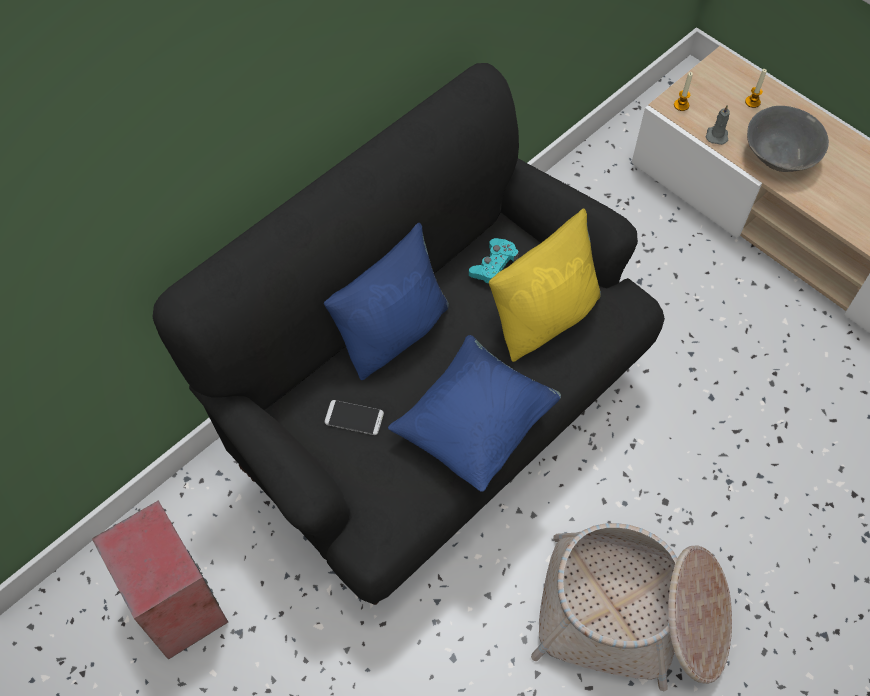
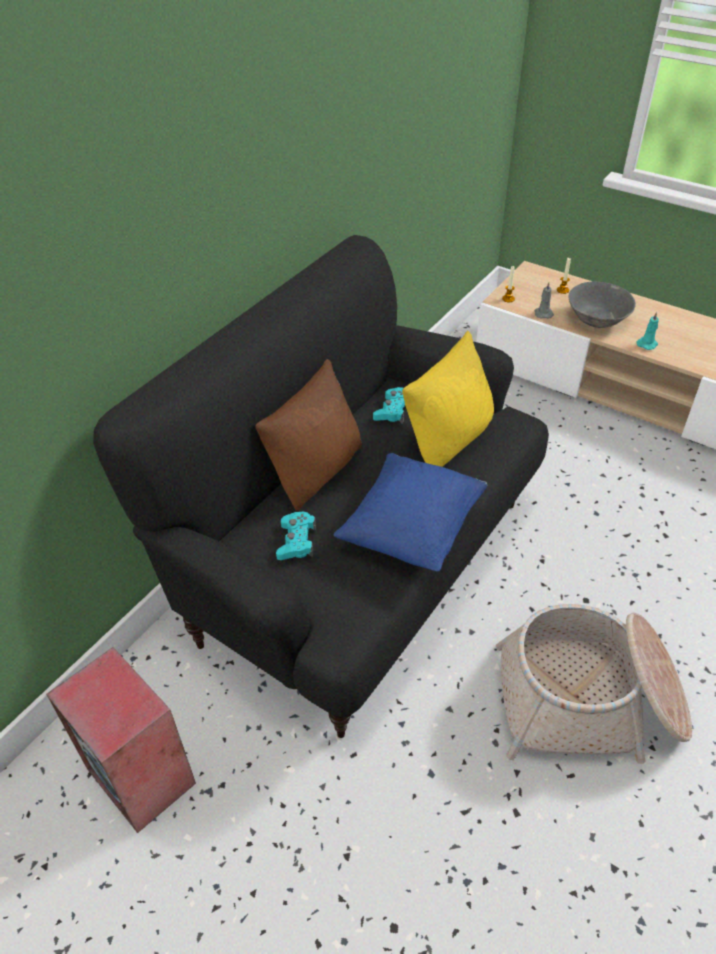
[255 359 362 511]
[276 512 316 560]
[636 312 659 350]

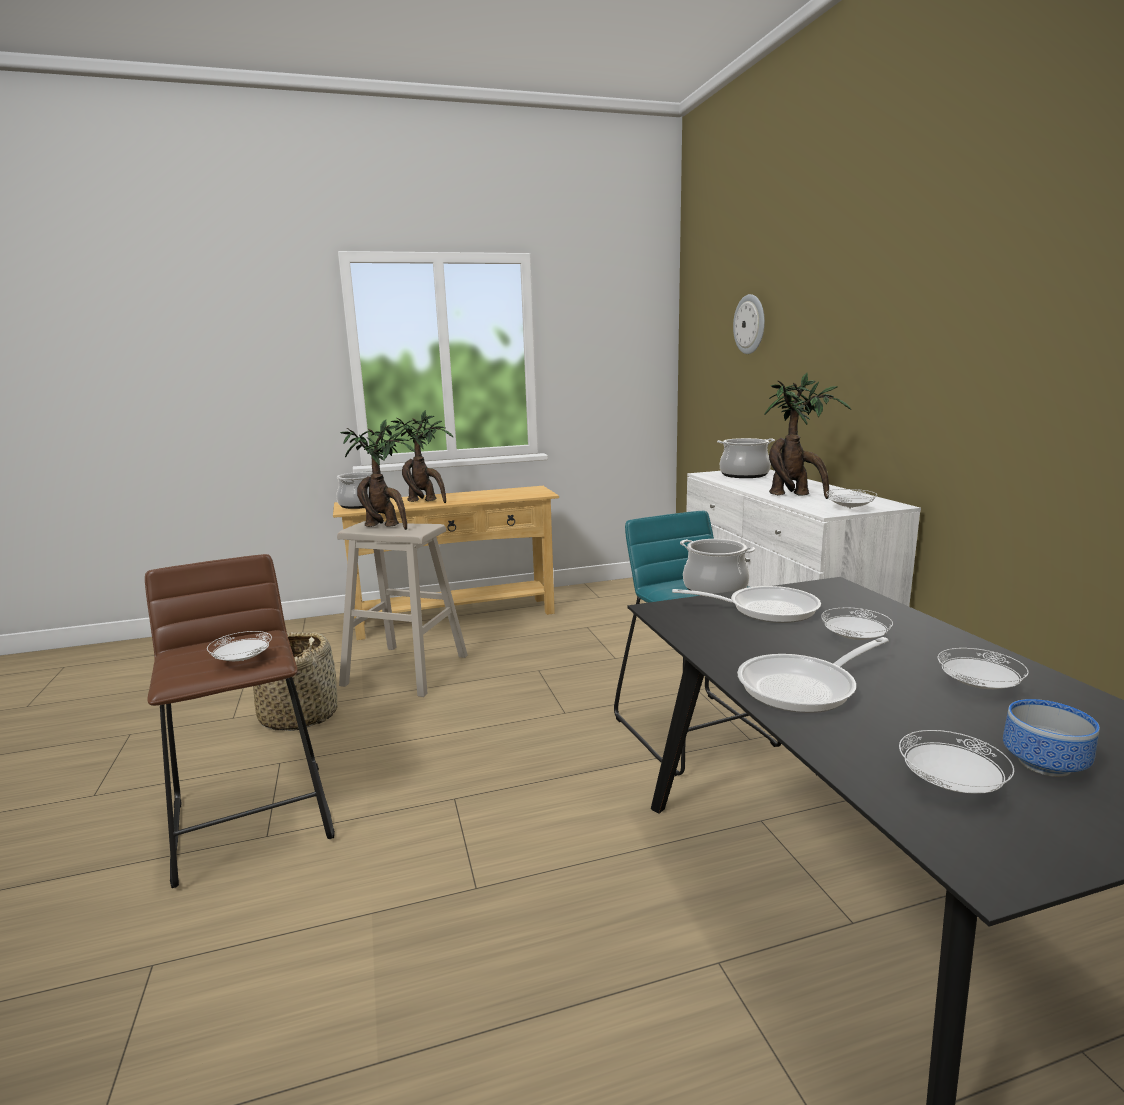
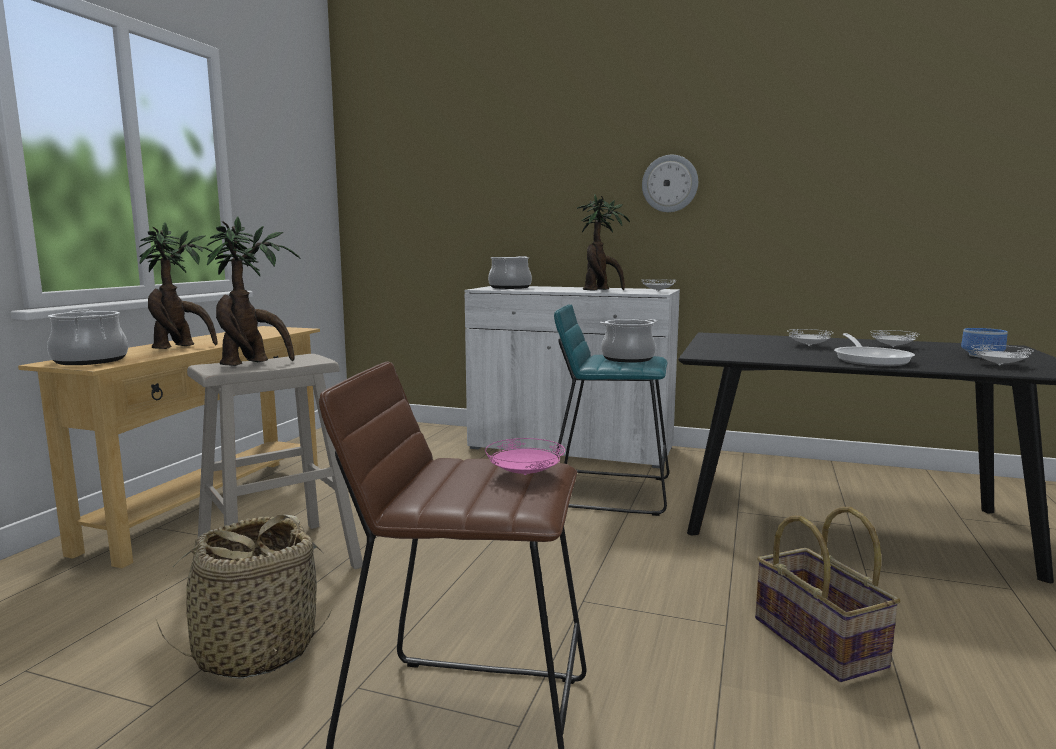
[485 438 565 475]
[672 586 821 623] (first image)
[642 155 698 212]
[755 507 901 682]

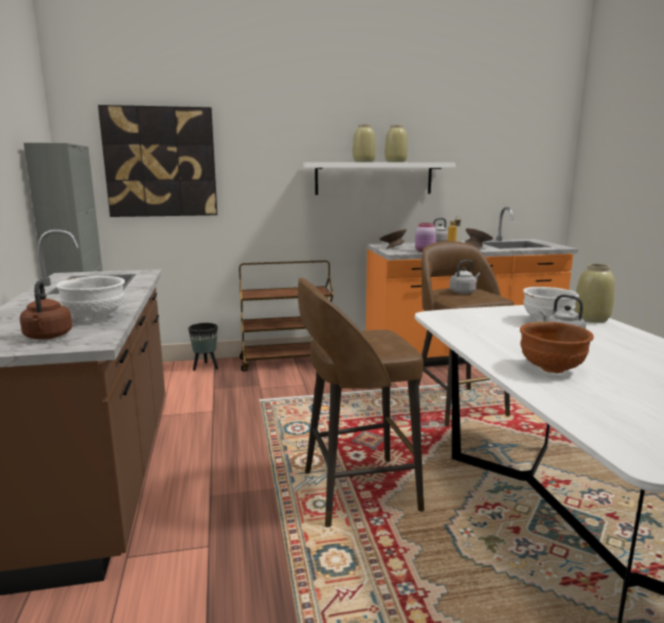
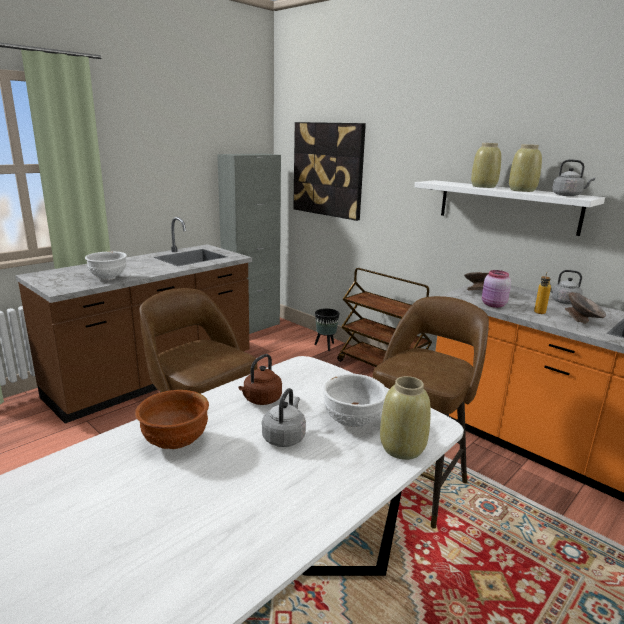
[238 354 282 405]
[552 159 595 196]

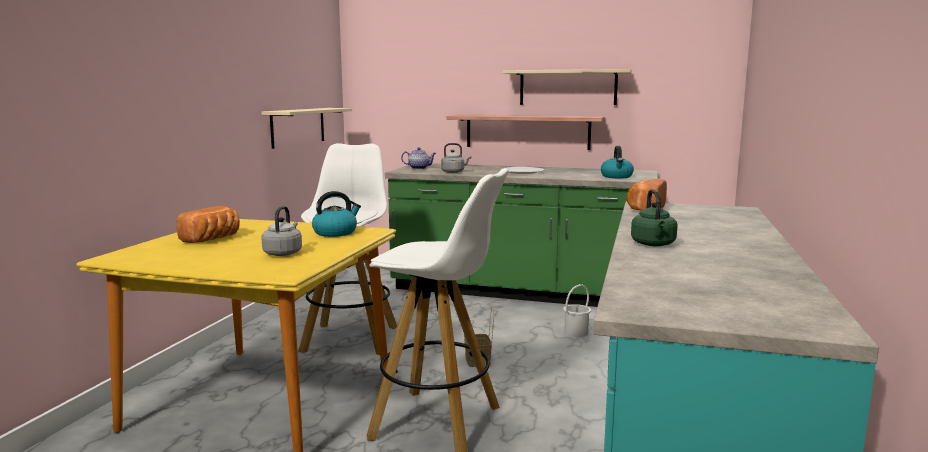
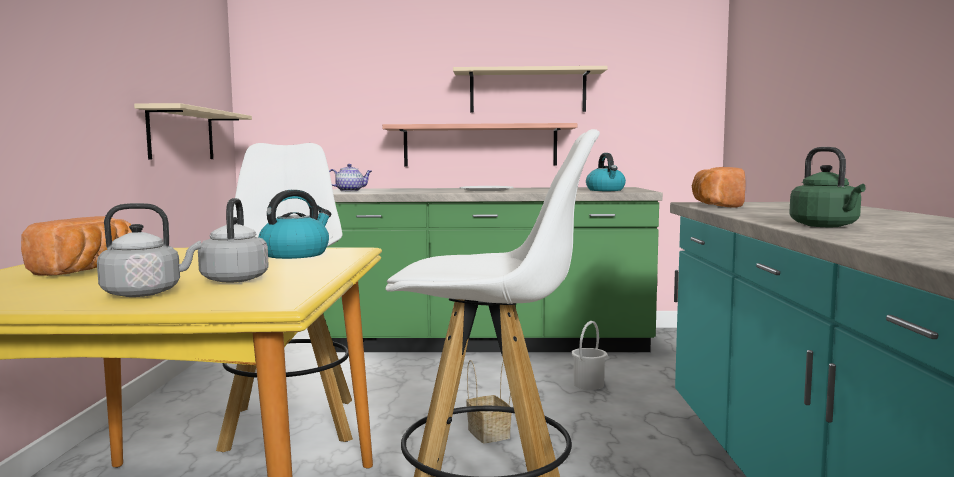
[97 203 201 297]

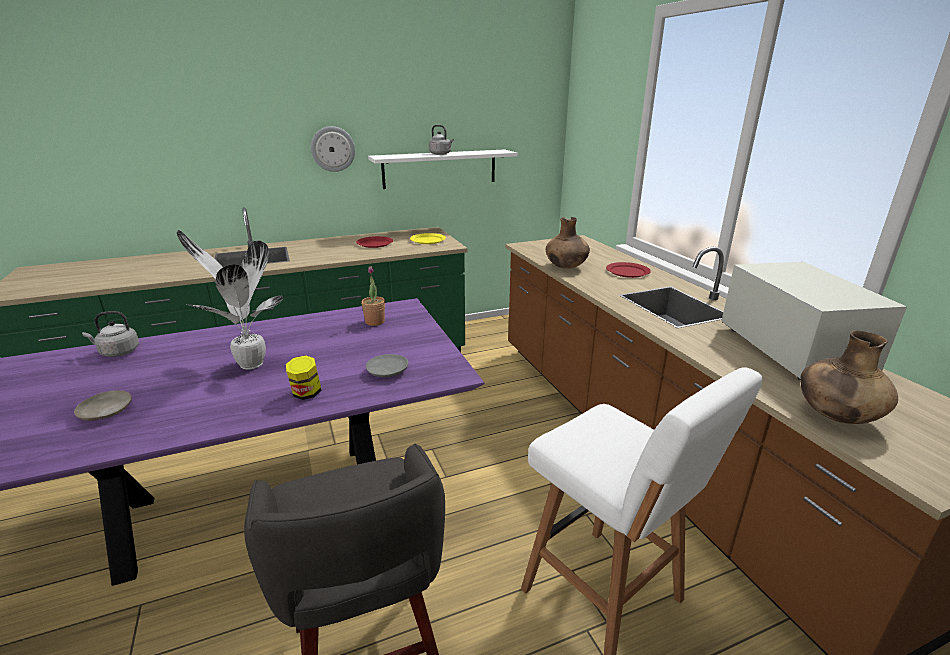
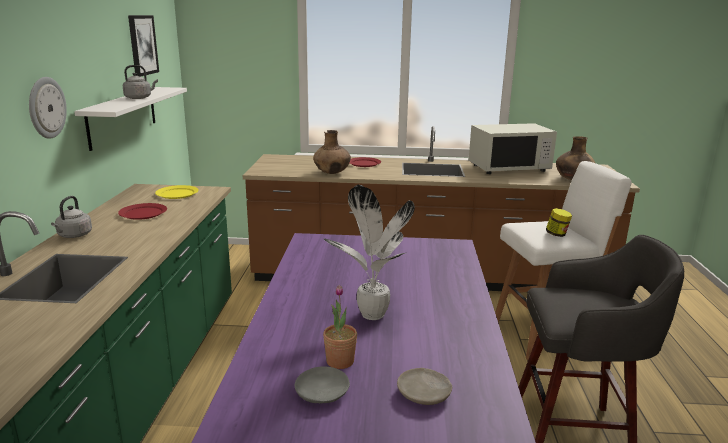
[51 196 92 238]
[546 208 572 237]
[323 285 357 369]
[295 367 350 403]
[469 123 557 174]
[128 15 159 77]

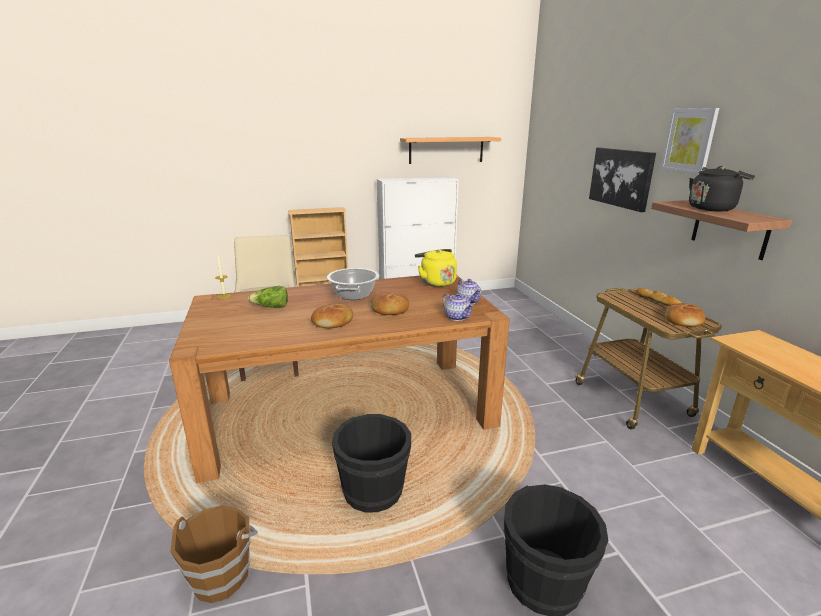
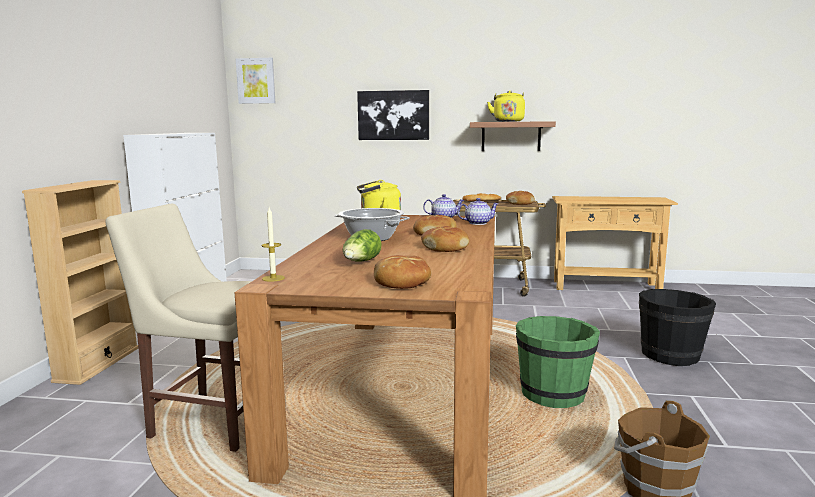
[516 316 600 408]
[400 137 501 164] (first image)
[236 58 275 104]
[487 91 525 122]
[374 255 431 289]

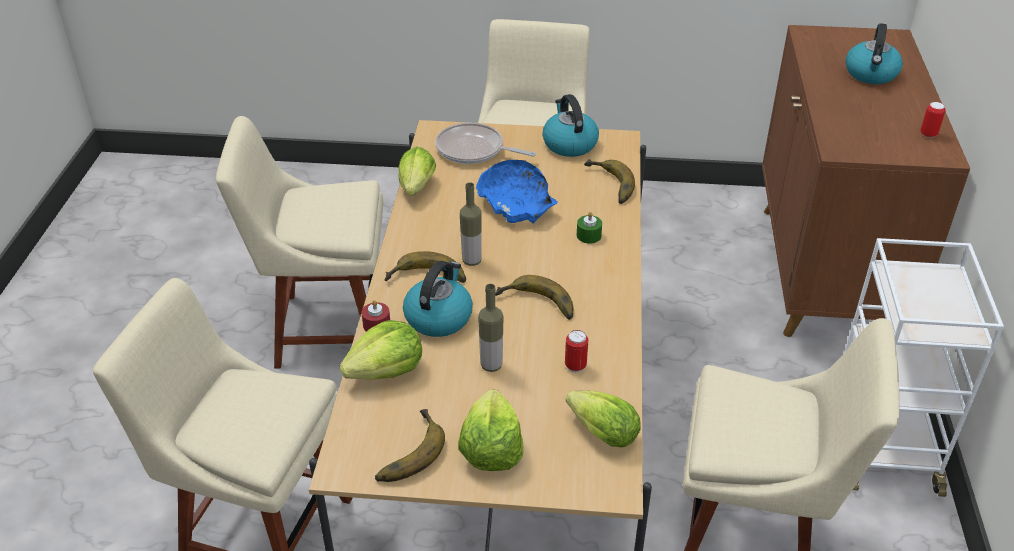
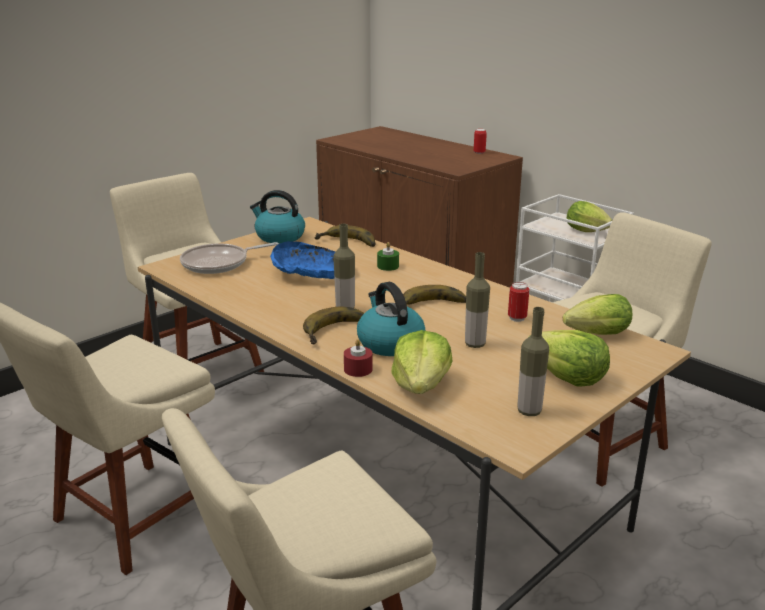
[517 307 549 416]
[567 201 612 232]
[846 23 903 84] (first image)

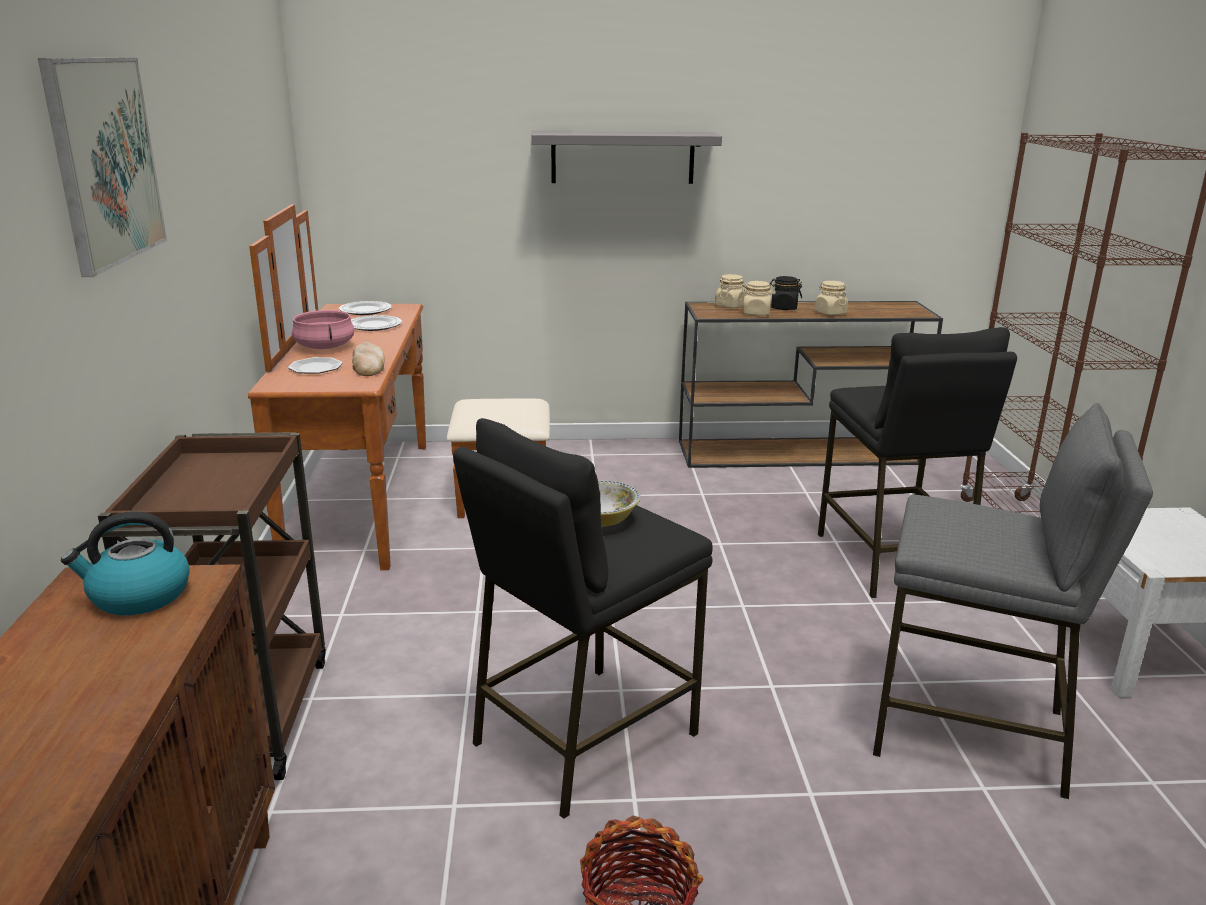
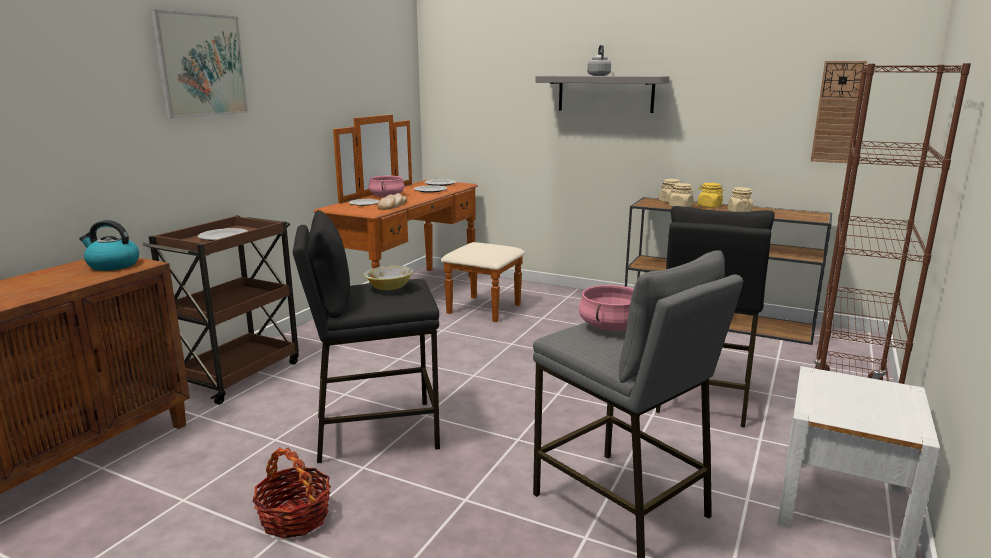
[698 183 723 208]
[198 228 248 241]
[579 285 634 331]
[587 45 611 76]
[811 61 867 163]

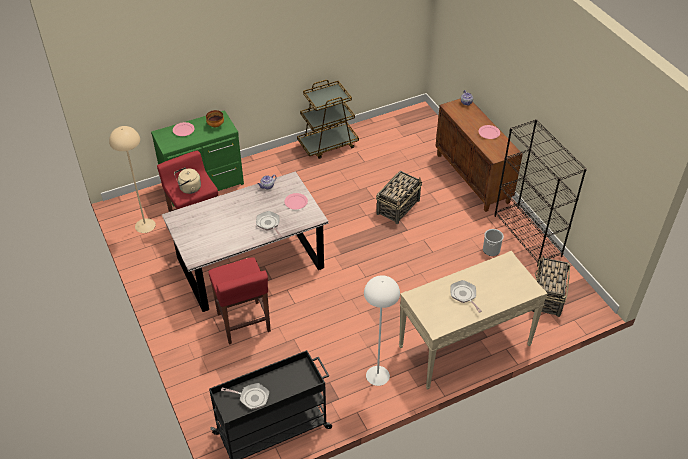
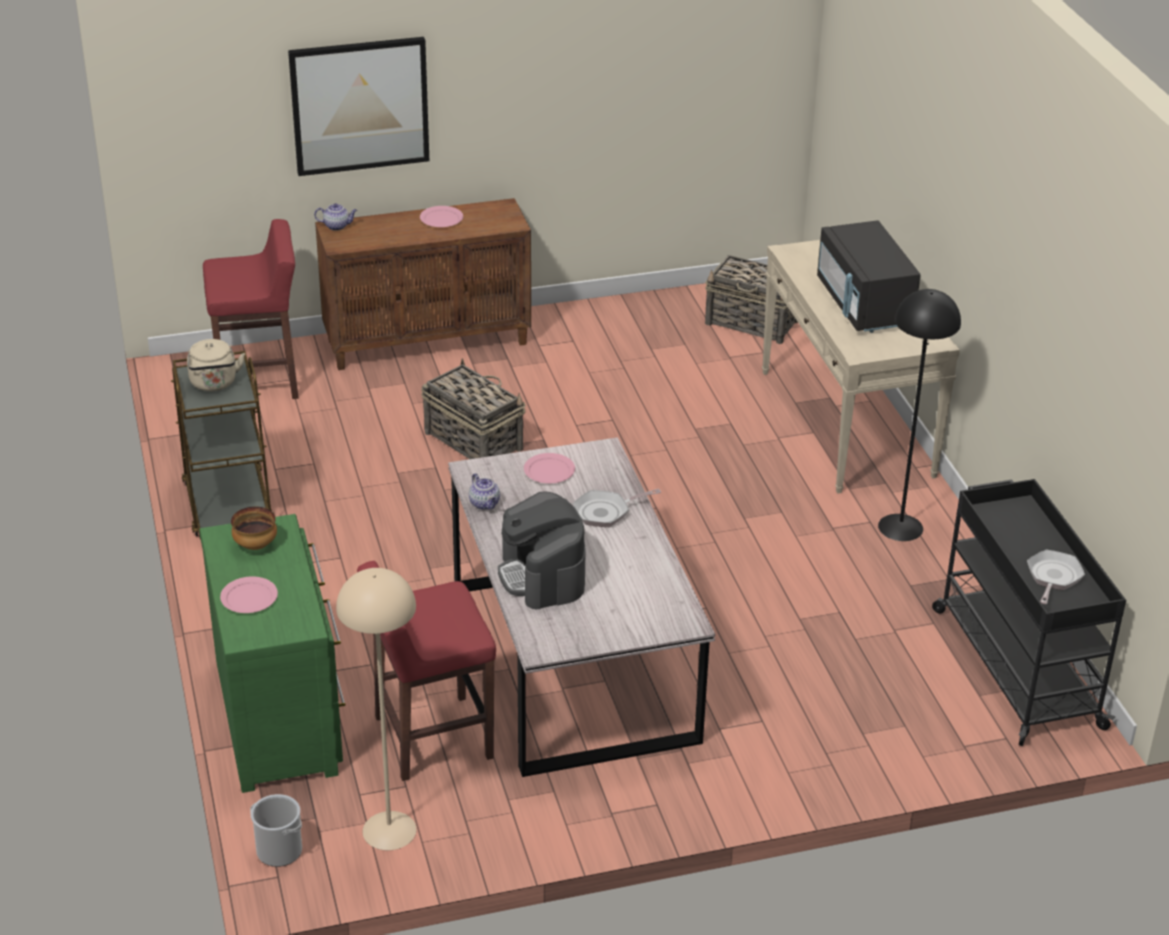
[187 339 245 391]
[203 219 299 399]
[878 289 961 541]
[817 220 920 333]
[250 794 302 867]
[494 119 587 267] (first image)
[288 37 429 176]
[498 491 586 609]

